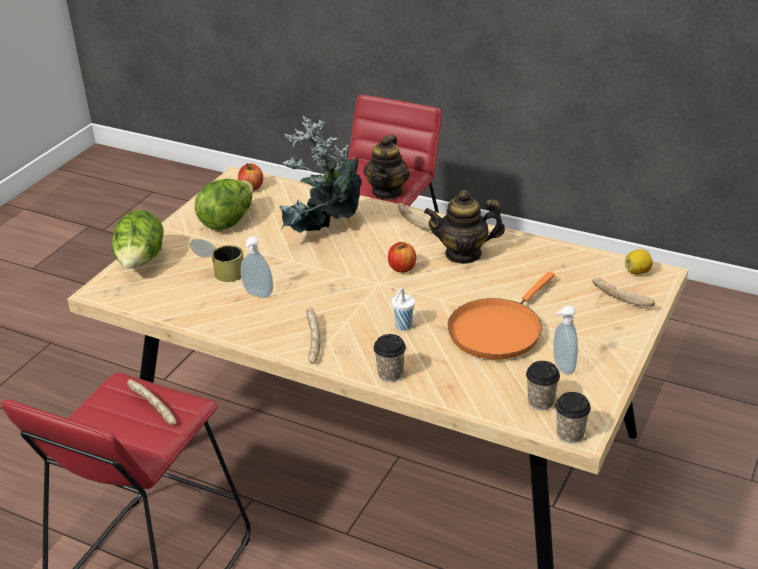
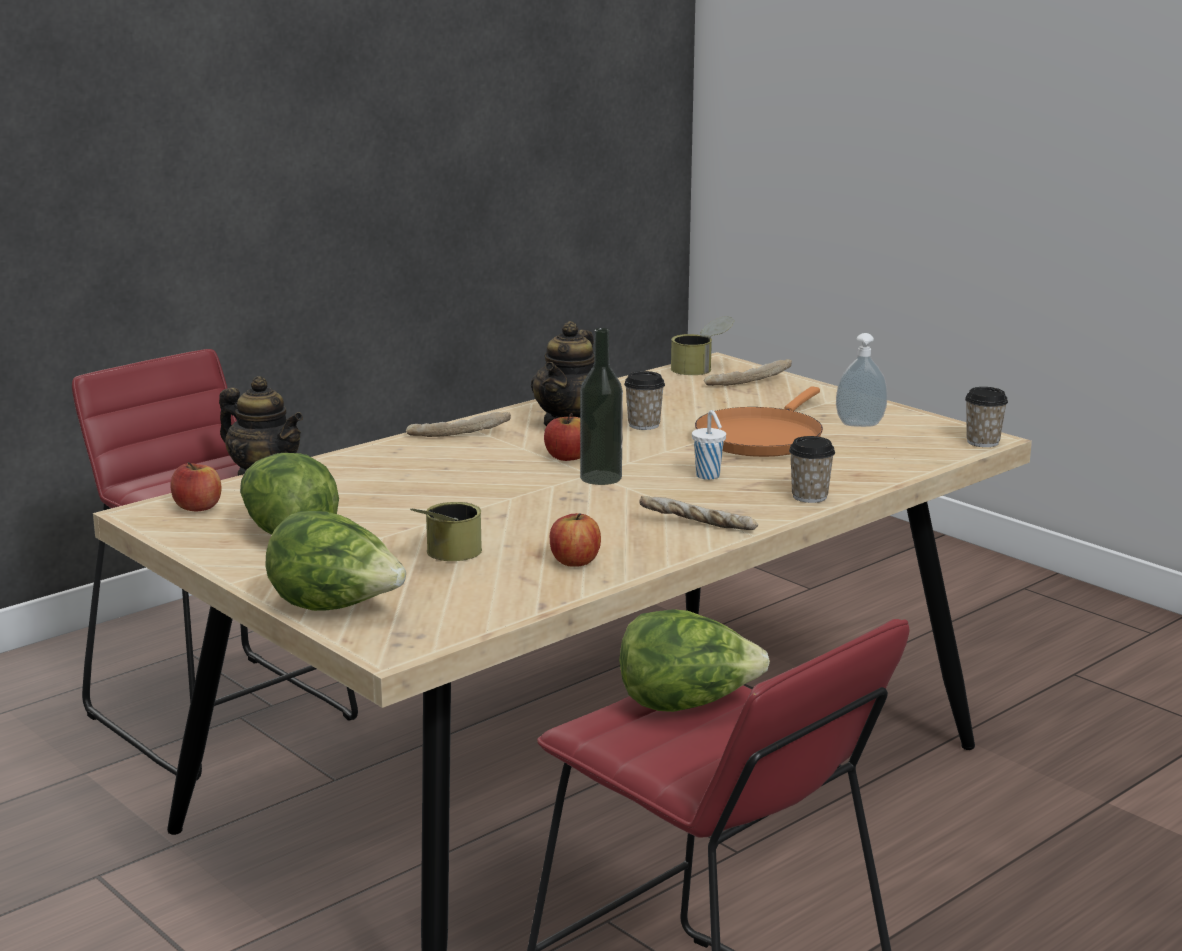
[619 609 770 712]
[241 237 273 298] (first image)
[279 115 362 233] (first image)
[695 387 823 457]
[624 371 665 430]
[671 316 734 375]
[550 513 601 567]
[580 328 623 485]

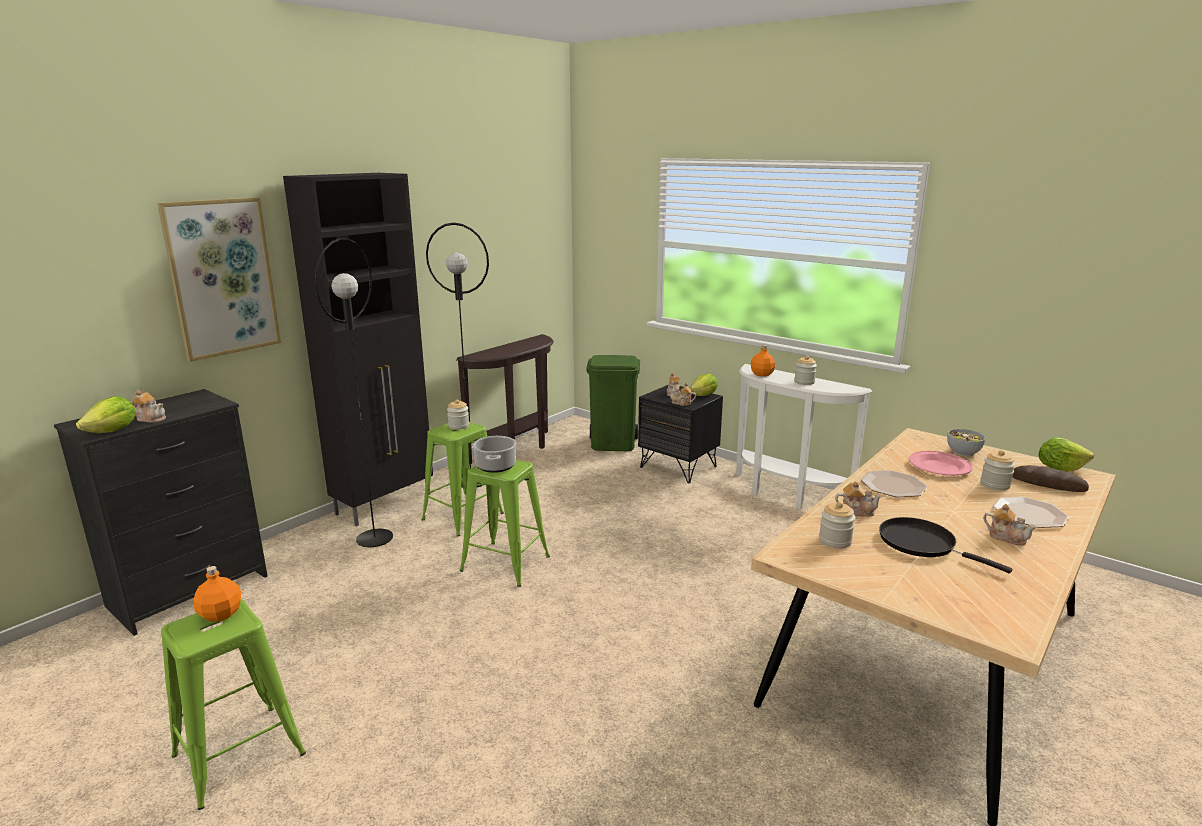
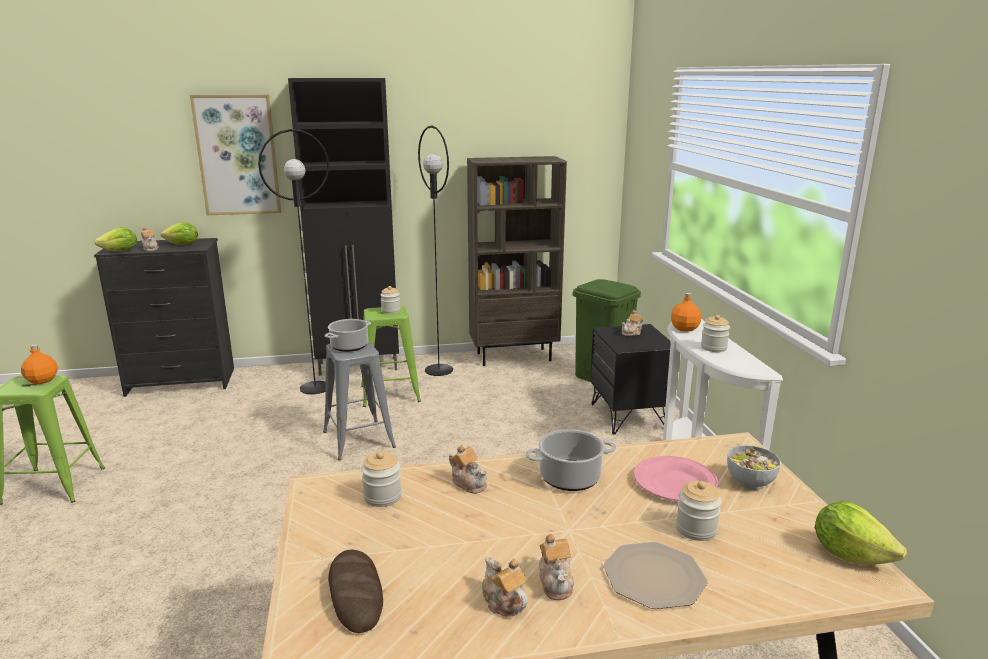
[467 156 567 366]
[323 341 396 460]
[482 556 528 617]
[161 222 198 245]
[526 429 616 491]
[879 517 1012 573] (first image)
[328 549 383 633]

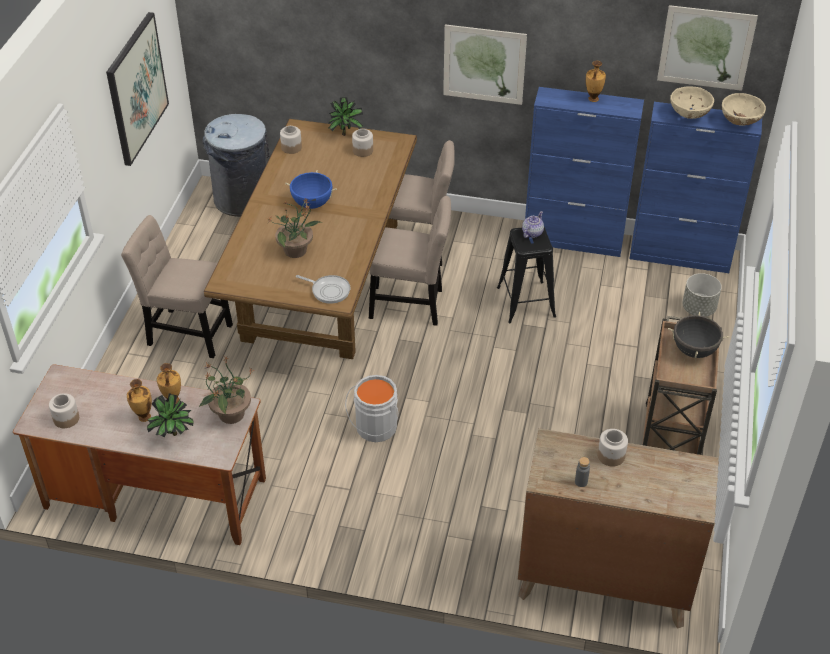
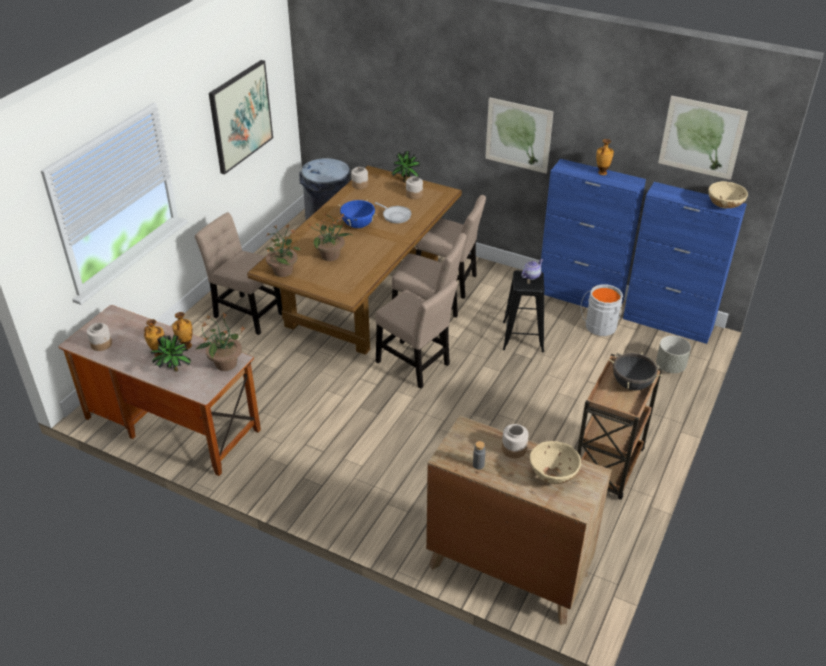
[375 202 411 223]
[581 284 623 336]
[530 441 581 484]
[265 225 301 277]
[375 280 458 389]

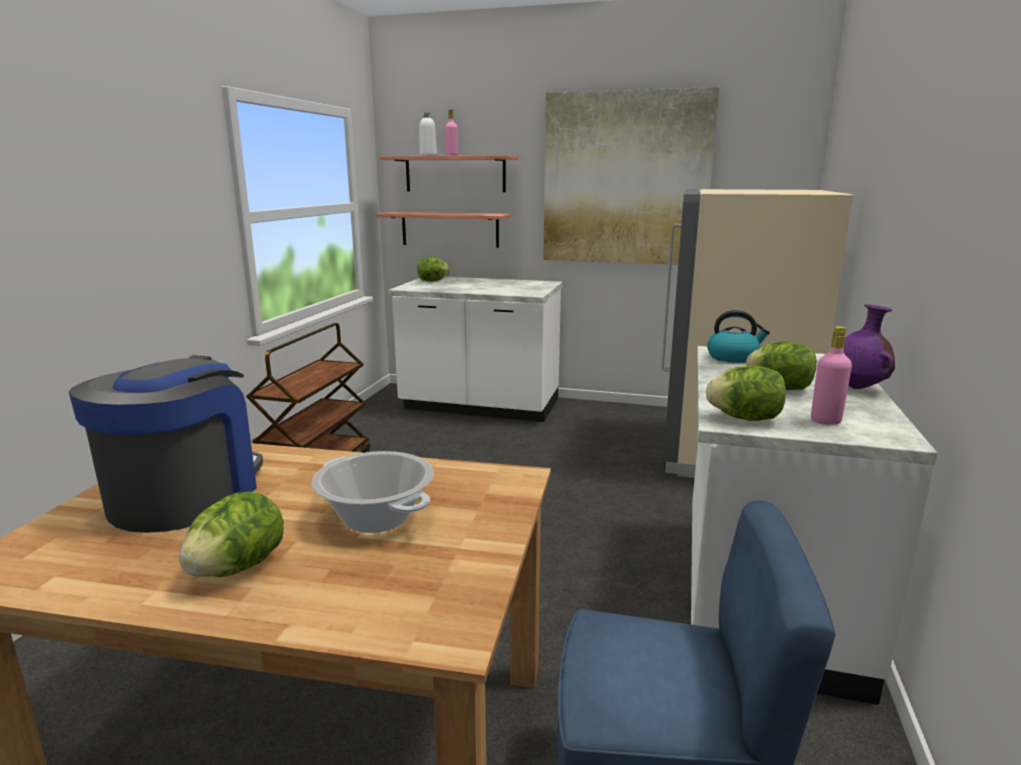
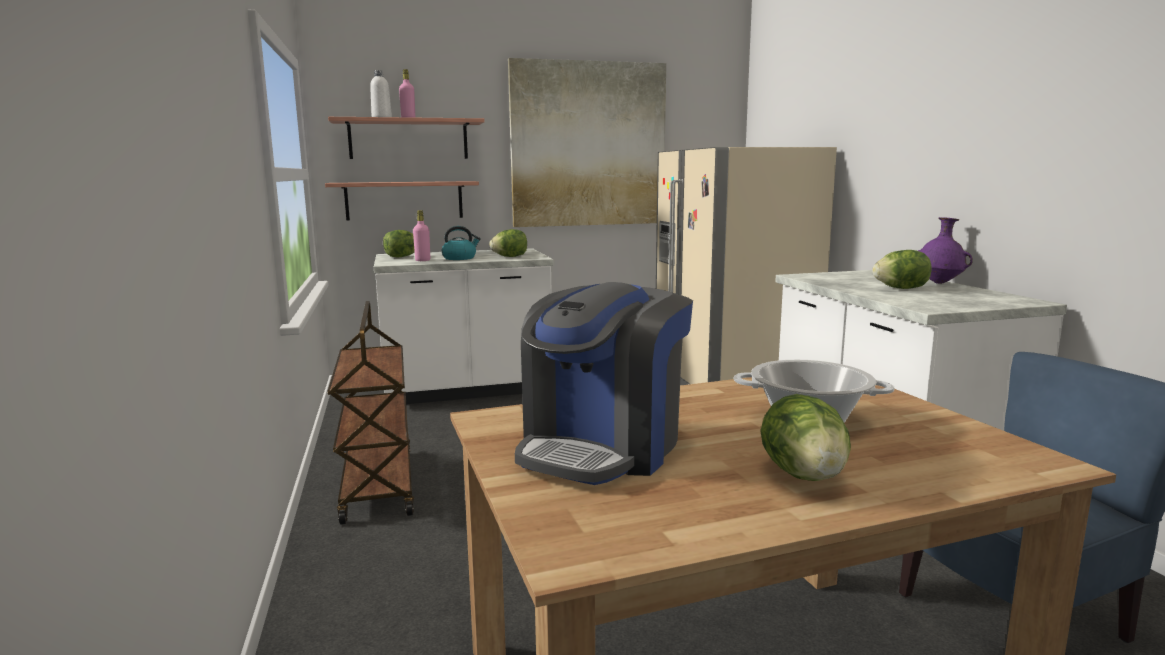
[515 282 693 485]
[489 229 527 257]
[442 226 481 260]
[413 210 430 261]

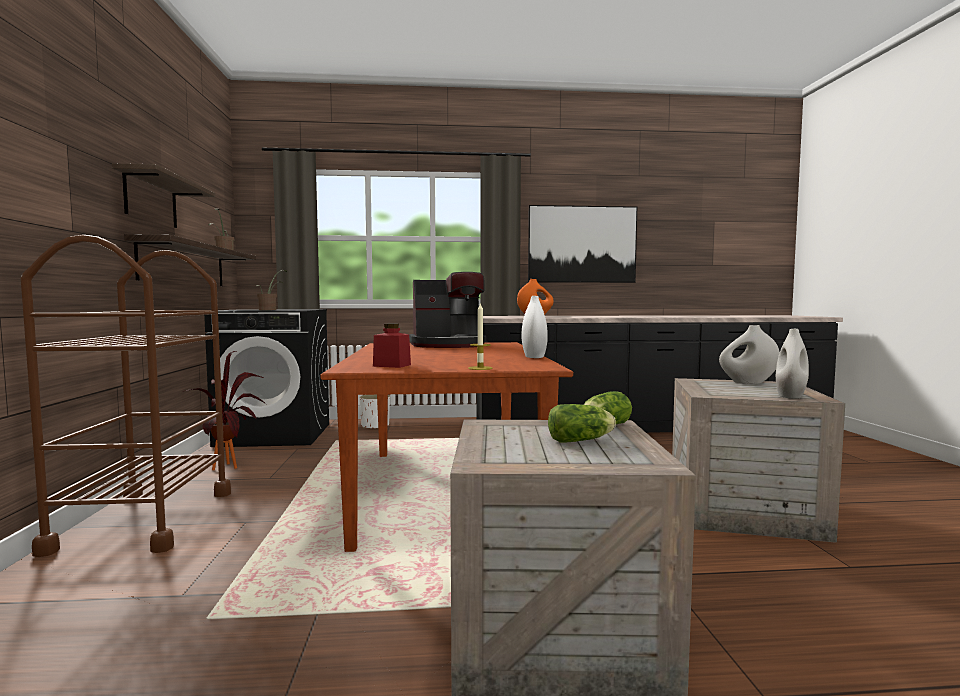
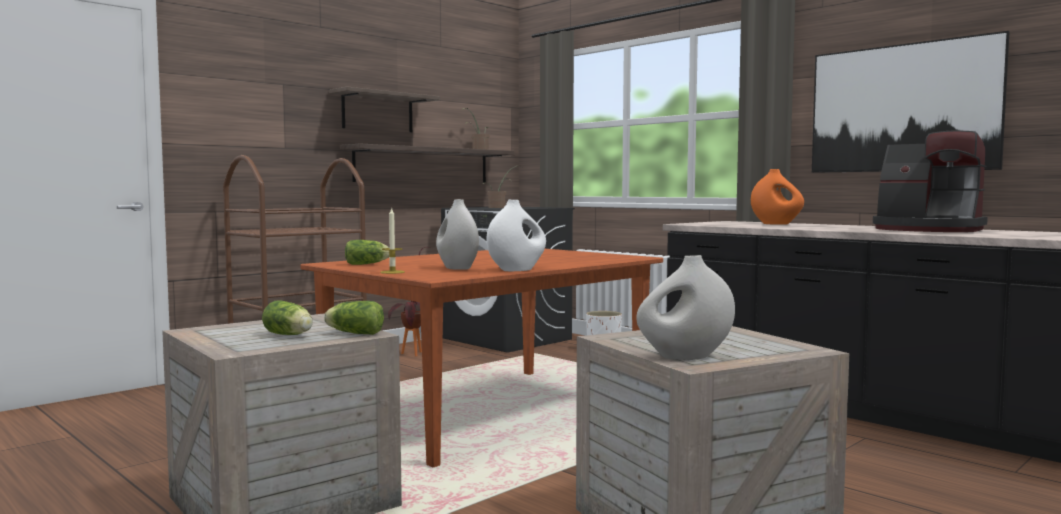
[345 240 389 265]
[873 130 988 232]
[436 199 479 270]

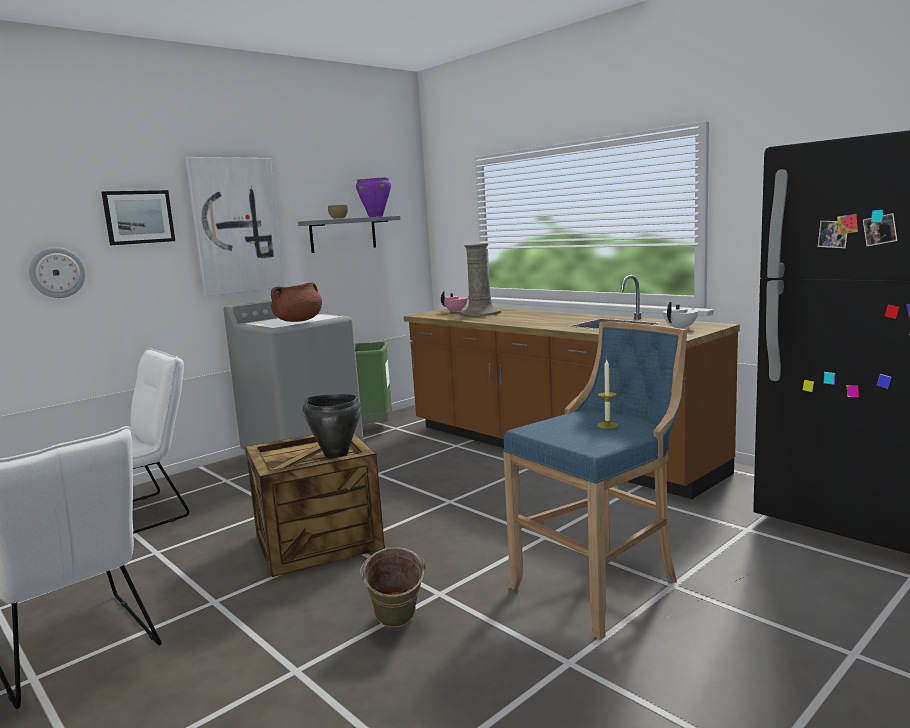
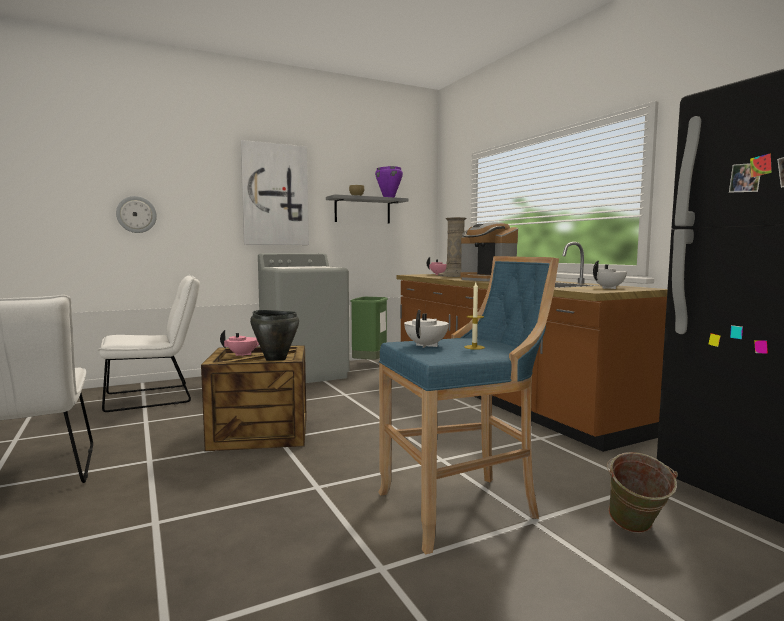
[101 190 175 245] (first image)
[271 282 322 322] (first image)
[607 452 678 533]
[220 330 259 357]
[404 310 449 348]
[461 222 518 281]

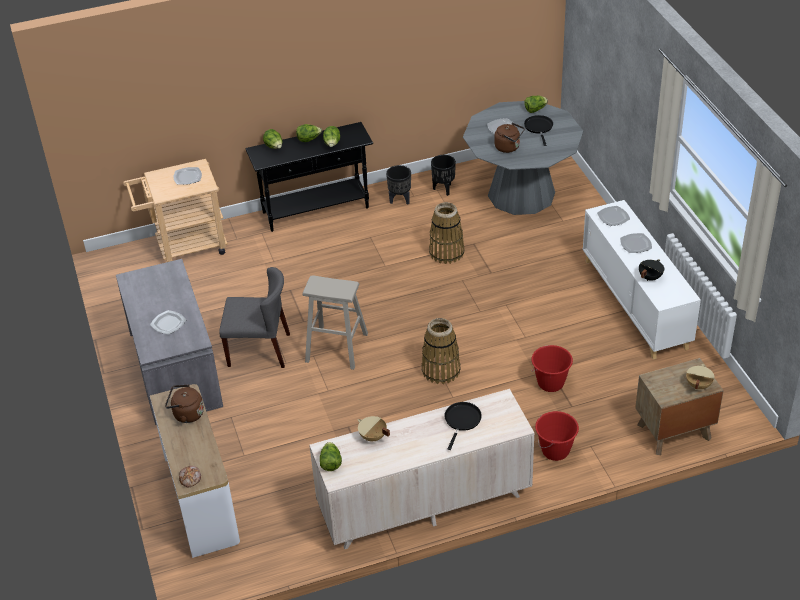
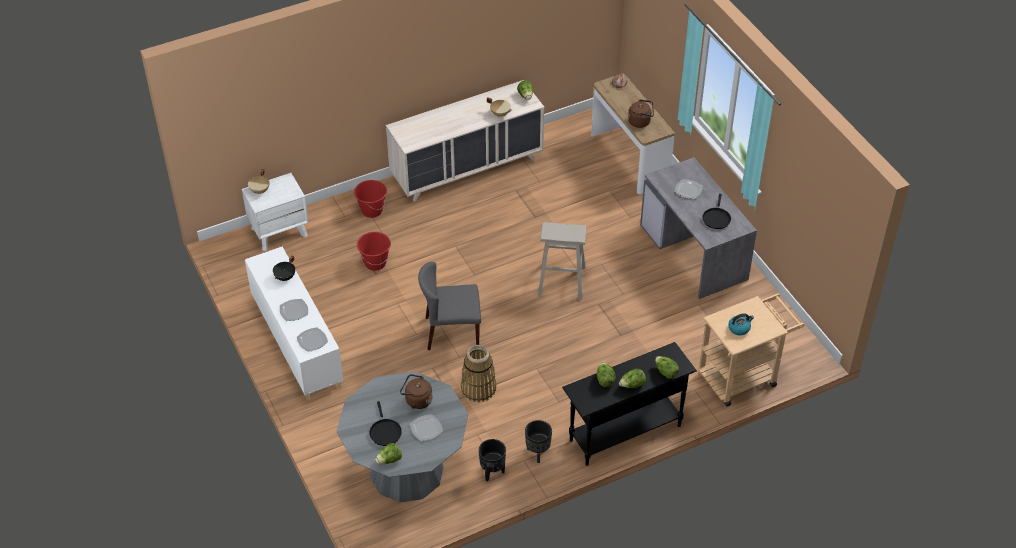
[728 313 754 336]
[418 262 481 350]
[422 318 460 384] (first image)
[702 194 731 229]
[242 173 309 251]

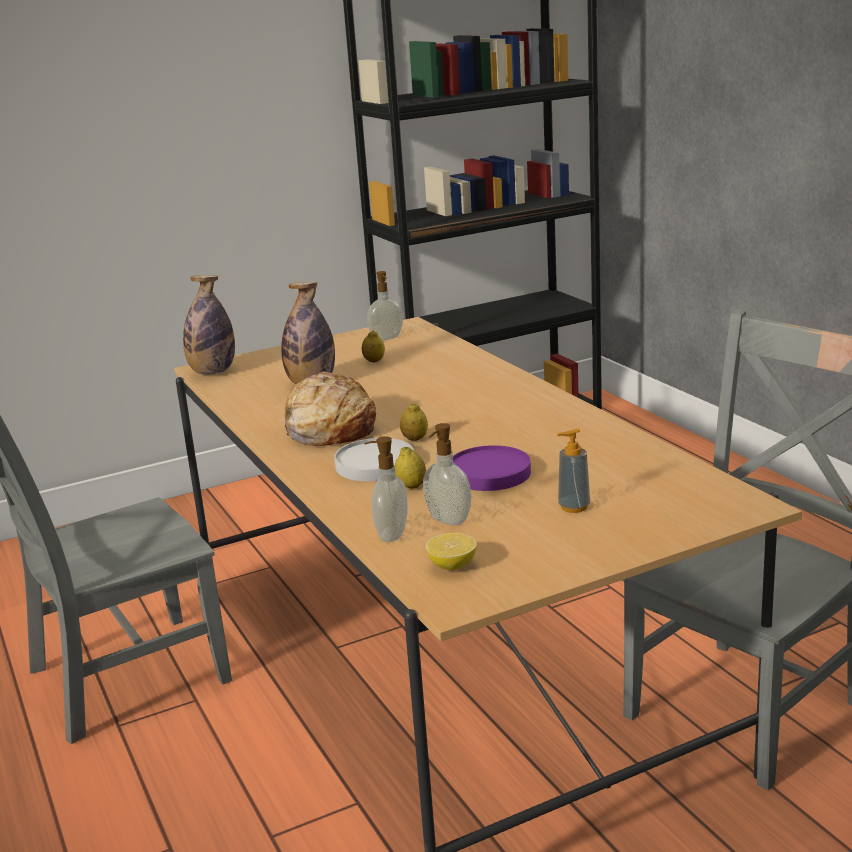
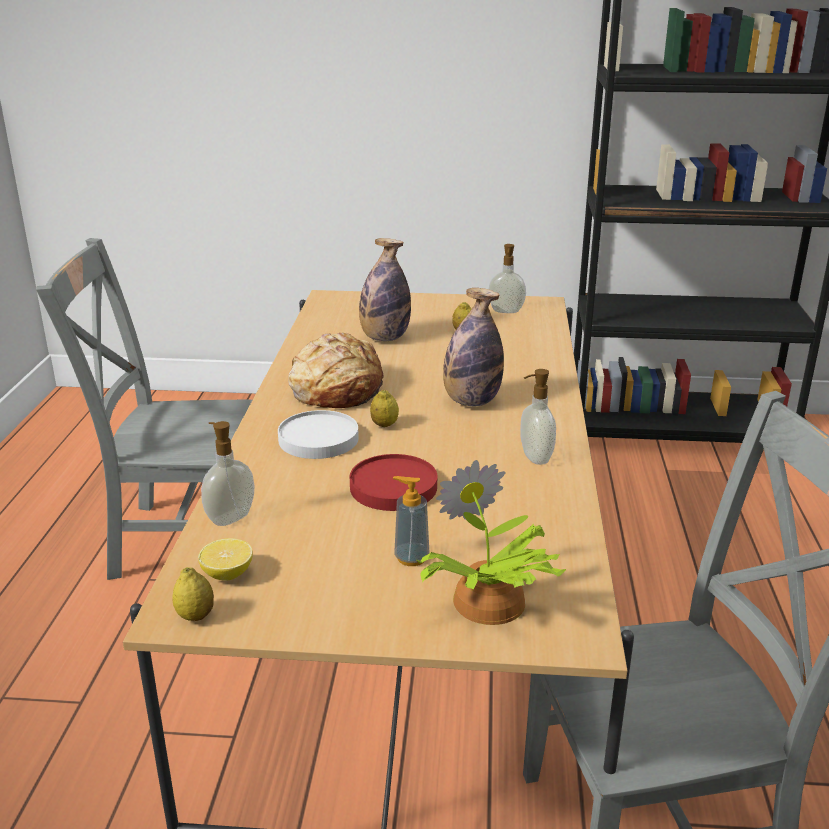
[443 288 504 406]
[172 567 214 621]
[520 369 556 465]
[350 454 437 511]
[416 460 566 625]

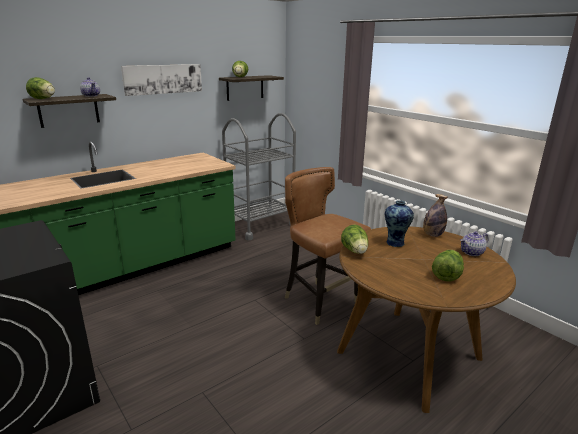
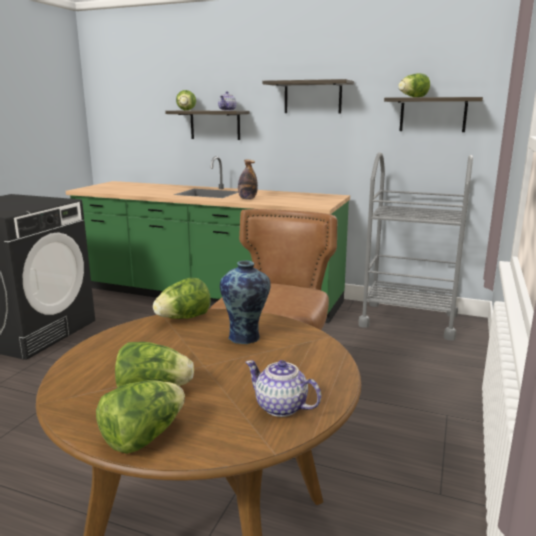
[263 79 354 113]
[238 160 258 200]
[96 380 185 454]

